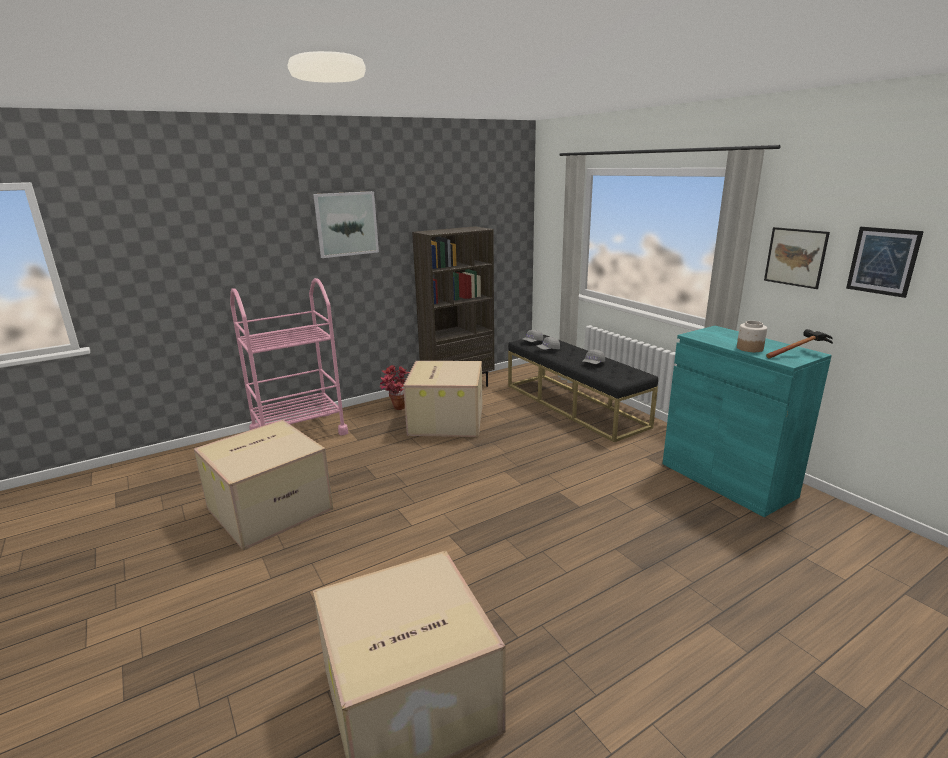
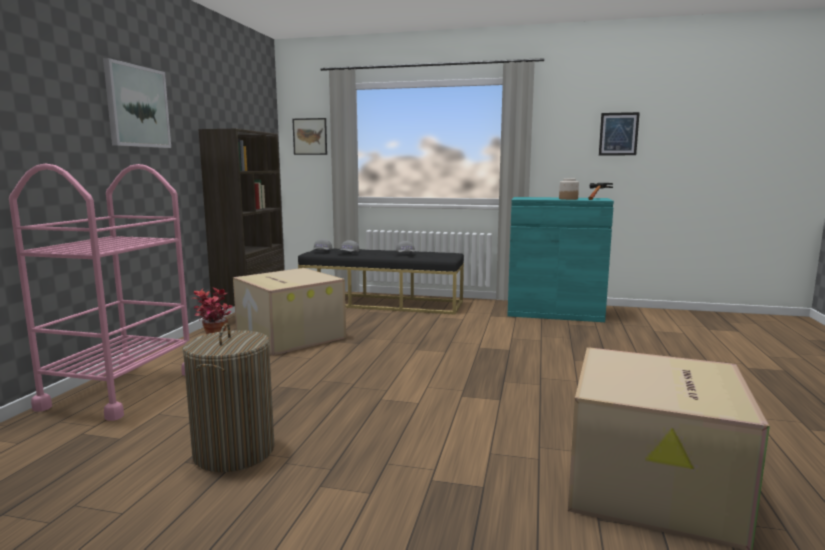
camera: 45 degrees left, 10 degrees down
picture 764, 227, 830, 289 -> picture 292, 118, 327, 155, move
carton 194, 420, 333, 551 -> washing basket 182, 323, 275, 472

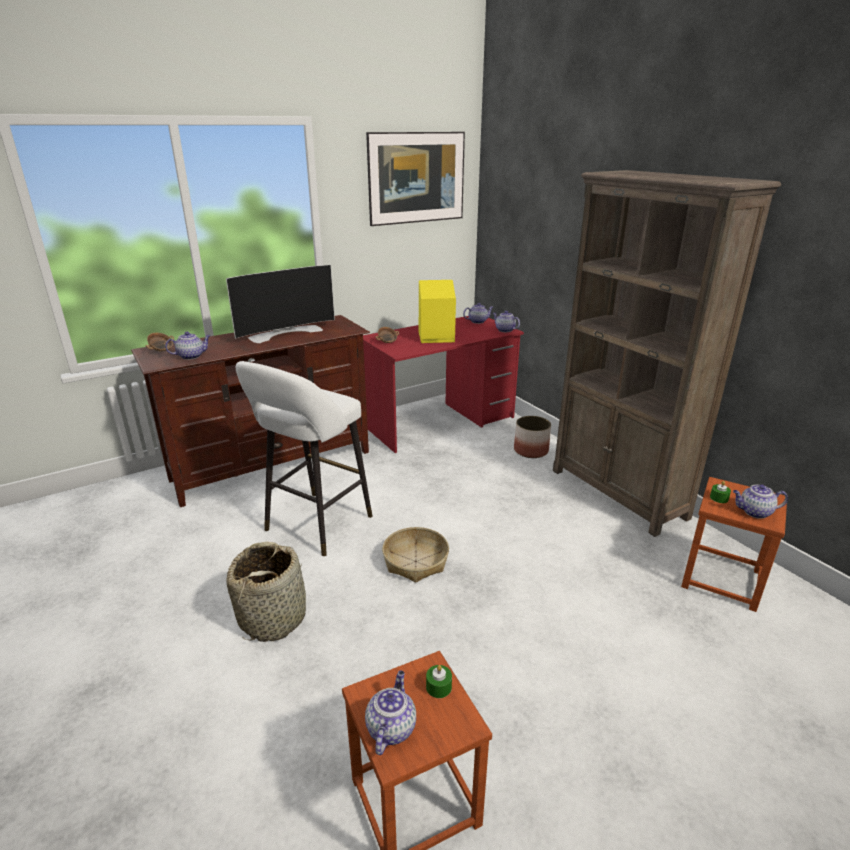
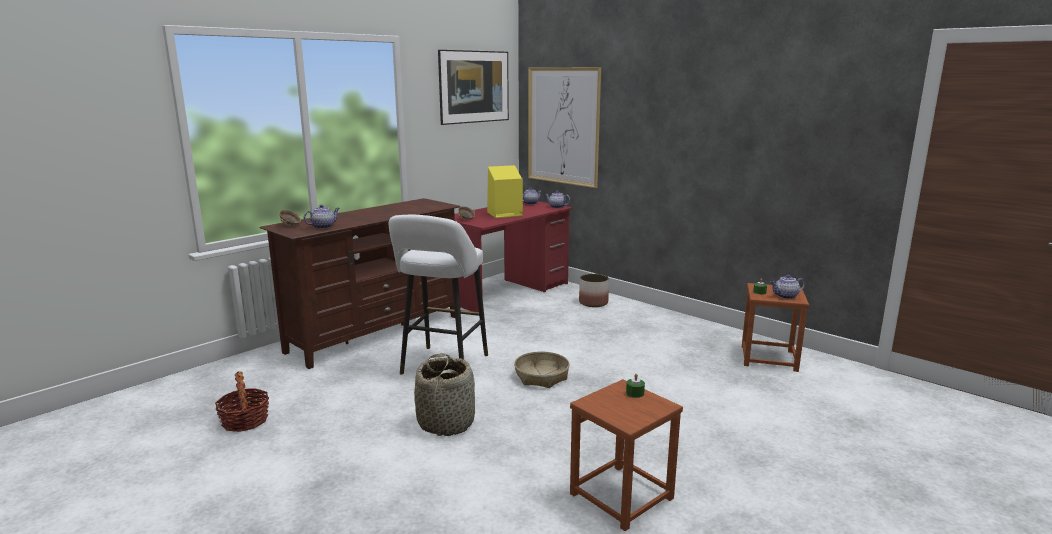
camera: 15 degrees left, 10 degrees down
TV 226, 265, 335, 343 -> none
tea pot 365, 670, 416, 755 -> none
brown-coloured shelving unit 553, 170, 781, 537 -> none
none -> storage basket 215, 371, 269, 432
none -> picture 528, 67, 601, 188

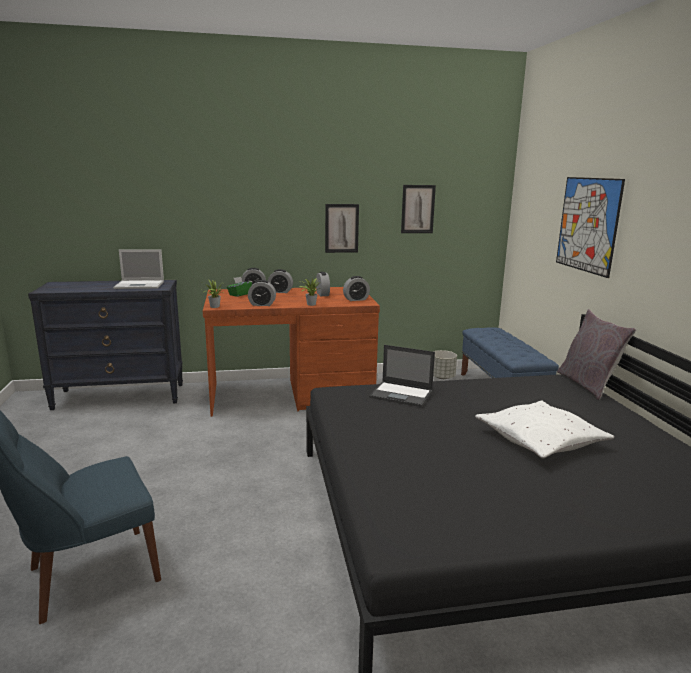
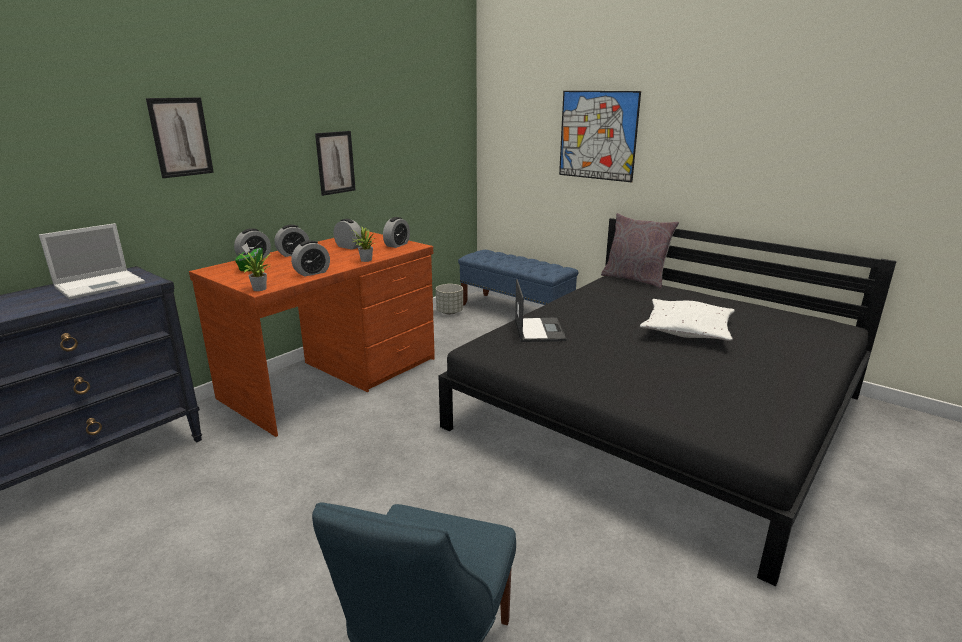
camera: 40 degrees left, 5 degrees up
picture 401, 185, 436, 233 -> picture 146, 97, 214, 178, move
portable computer 369, 345, 435, 407 -> portable computer 515, 279, 567, 342, 75 degrees counterclockwise

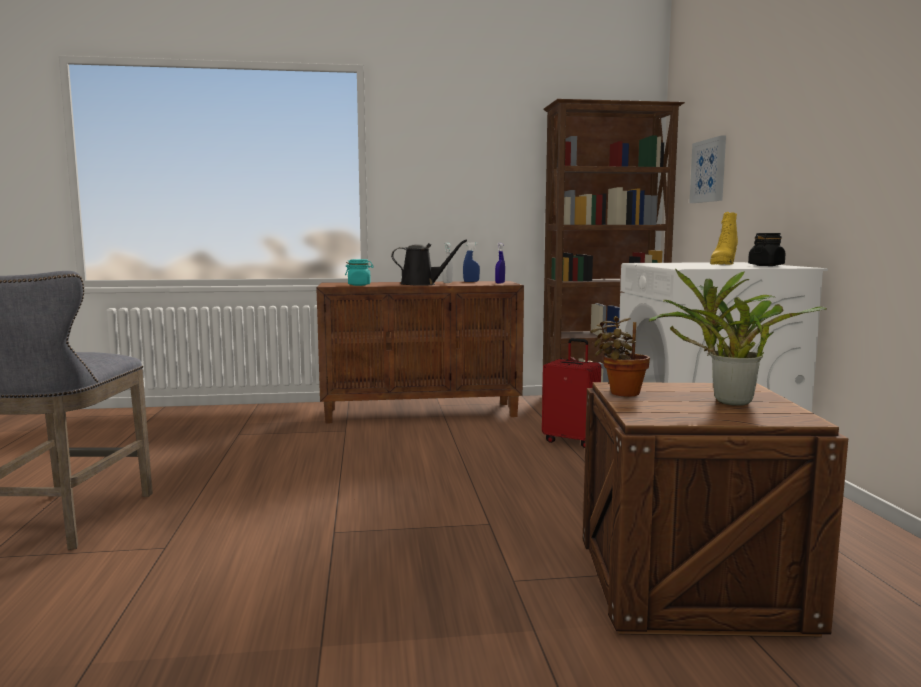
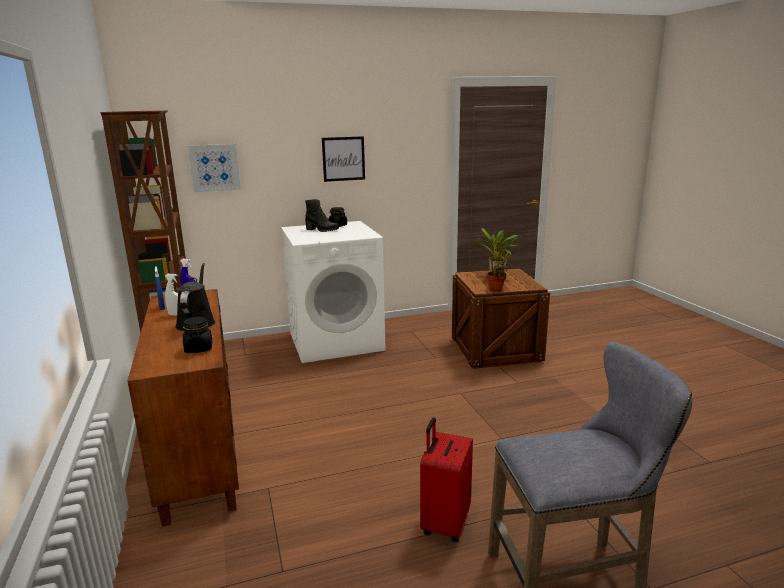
camera: 100 degrees left, 10 degrees up
none -> picture 322, 136, 365, 182
red-coloured suitcase 542, 338, 601, 448 -> red-coloured suitcase 420, 418, 473, 542, move
turquoise jar 345, 259, 374, 286 -> black-coloured jar 183, 317, 212, 353
yellowish tall boot 710, 212, 738, 265 -> black-coloured tall boot 305, 199, 339, 232

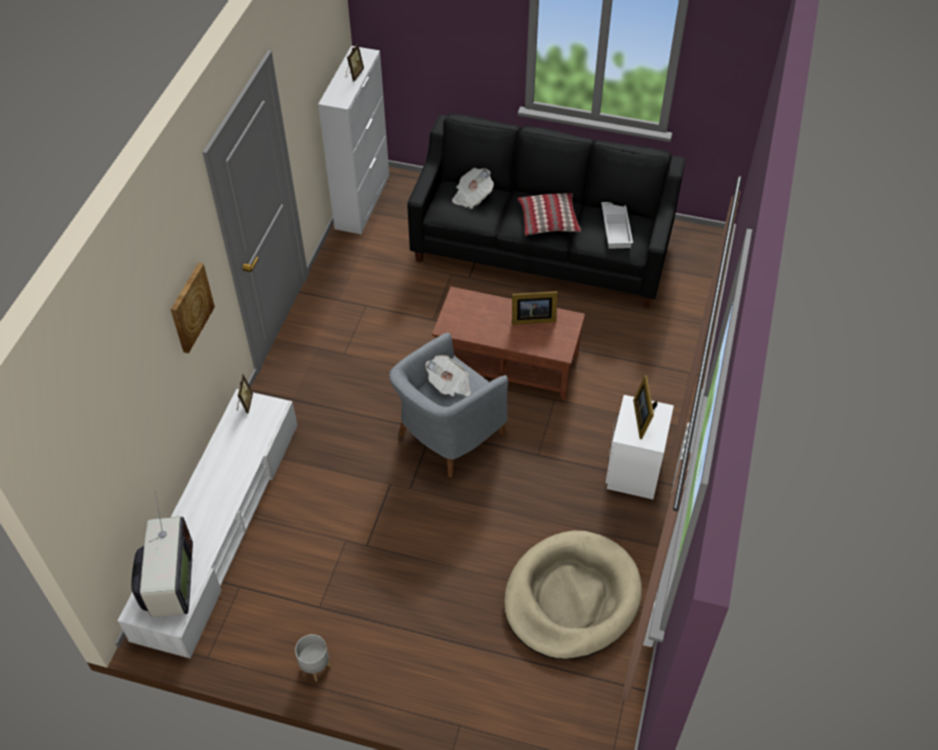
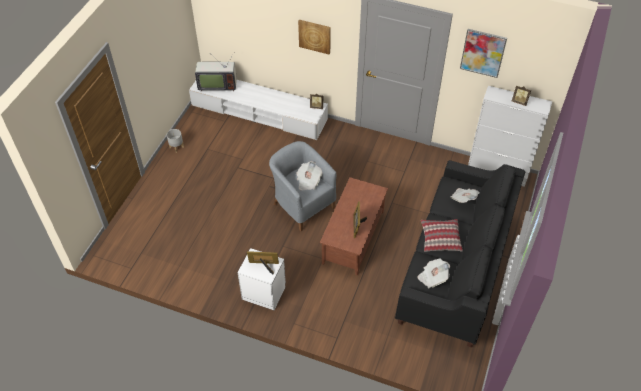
camera: 95 degrees right, 0 degrees up
beige-coloured dog cushion 504, 531, 642, 660 -> none
none -> picture 460, 29, 507, 78
whitish carrying tray 601, 202, 633, 249 -> printed paper 418, 258, 450, 288

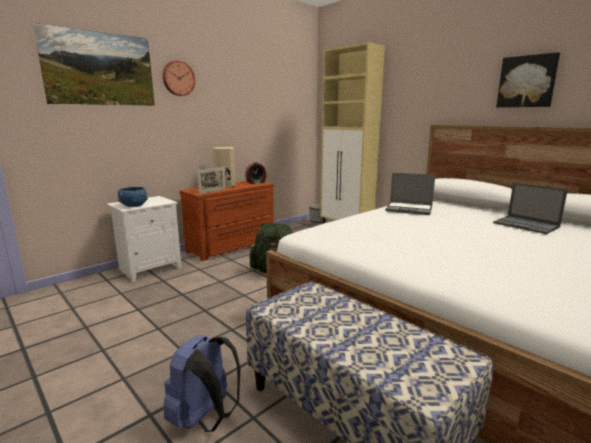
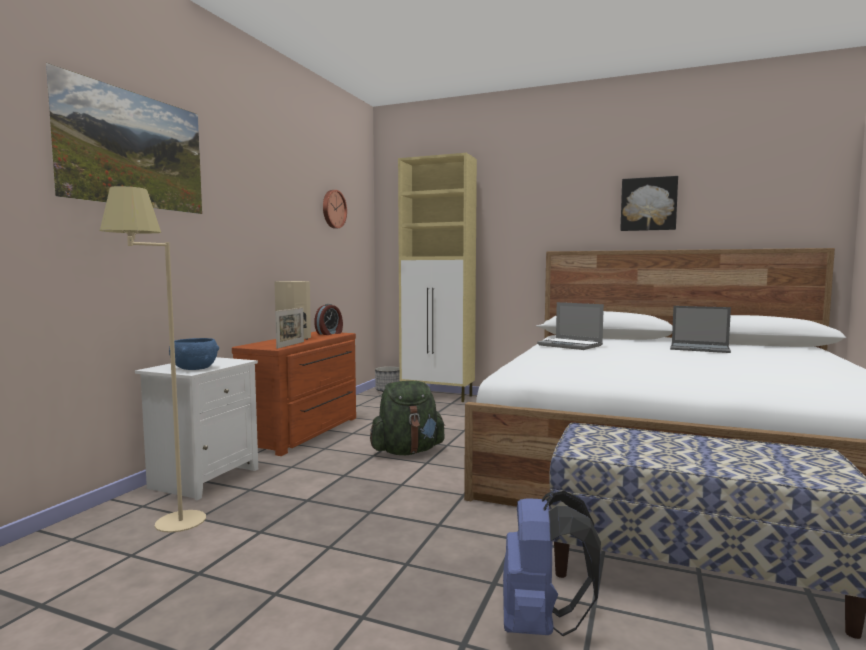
camera: 25 degrees left, 10 degrees down
none -> beige-coloured standing lamp 100, 186, 206, 533
wall clock 163, 60, 195, 96 -> wall clock 323, 190, 347, 229, move
portable computer 386, 173, 435, 215 -> portable computer 537, 302, 604, 350, 45 degrees clockwise

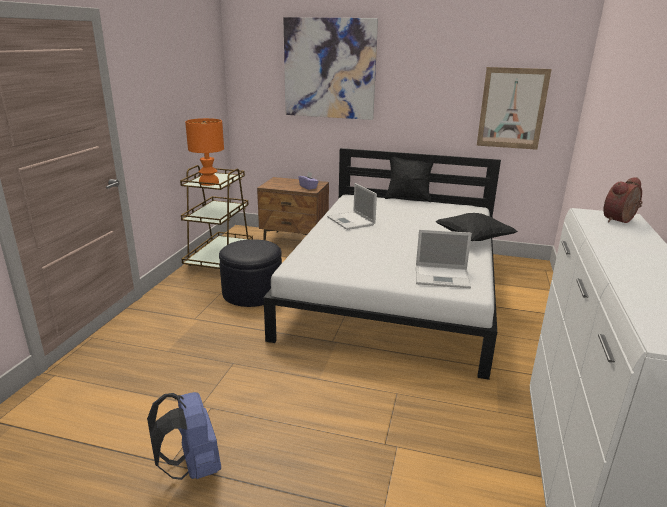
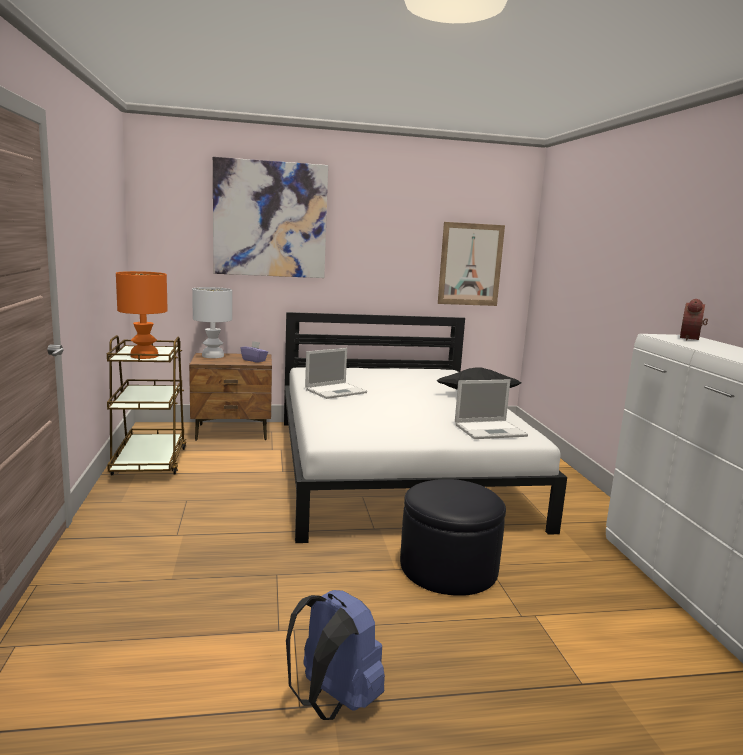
camera: 25 degrees left, 10 degrees down
black-coloured throw pillow 385, 157, 434, 202 -> none
none -> whitish tabletop lamp 192, 287, 232, 358
black-coloured pouffe 219, 239, 282, 307 -> black-coloured pouffe 400, 479, 506, 596, move
portable computer 327, 183, 377, 230 -> portable computer 305, 348, 367, 399, 75 degrees counterclockwise

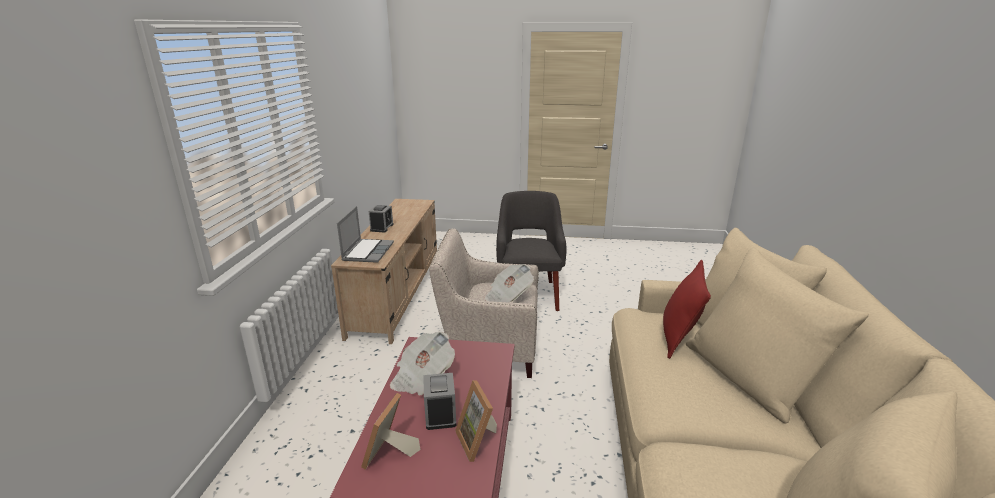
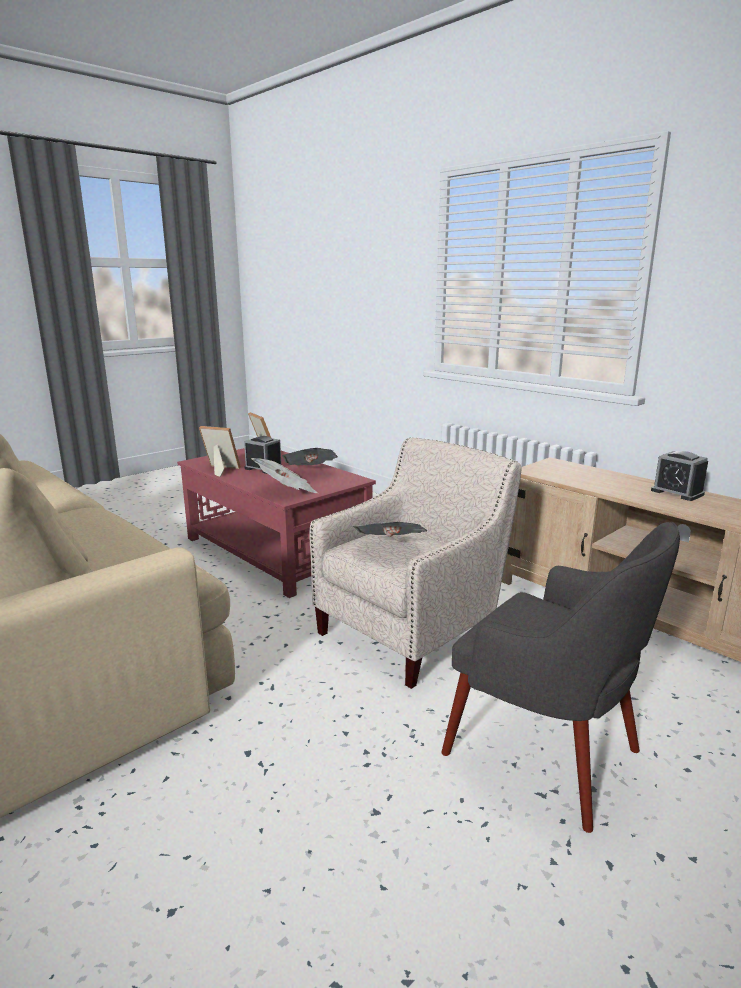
camera: 130 degrees right, 5 degrees down
portable computer 337, 206, 394, 263 -> none
red-coloured throw pillow 663, 260, 711, 359 -> none
none -> printed paper 251, 458, 317, 493

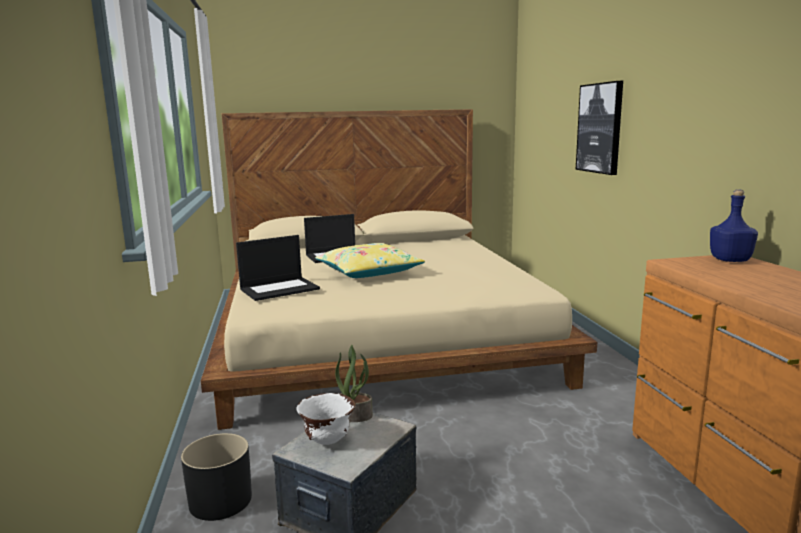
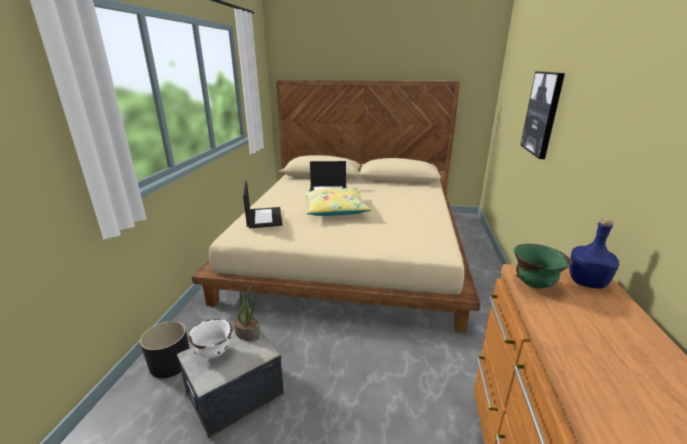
camera: 20 degrees right, 10 degrees up
none -> green-coloured deep dish 514, 244, 572, 289
portable computer 236, 235, 320, 301 -> portable computer 243, 181, 282, 229, 90 degrees counterclockwise

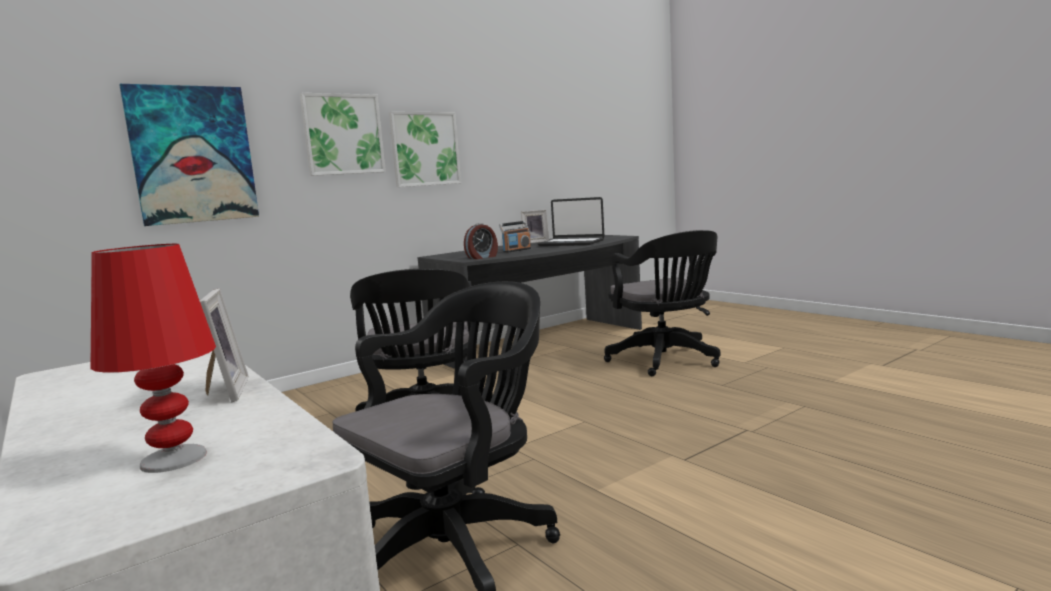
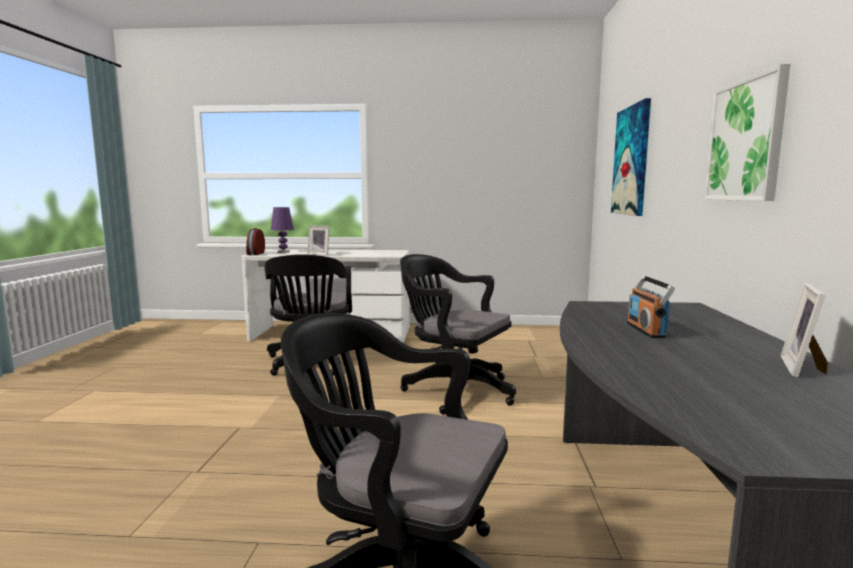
camera: 130 degrees right, 0 degrees up
picture 300, 93, 386, 176 -> none
portable computer 538, 197, 605, 246 -> none
alarm clock 464, 223, 498, 259 -> alarm clock 246, 228, 265, 255, move
red-coloured tabletop lamp 91, 244, 216, 473 -> purple tabletop lamp 271, 207, 294, 253

